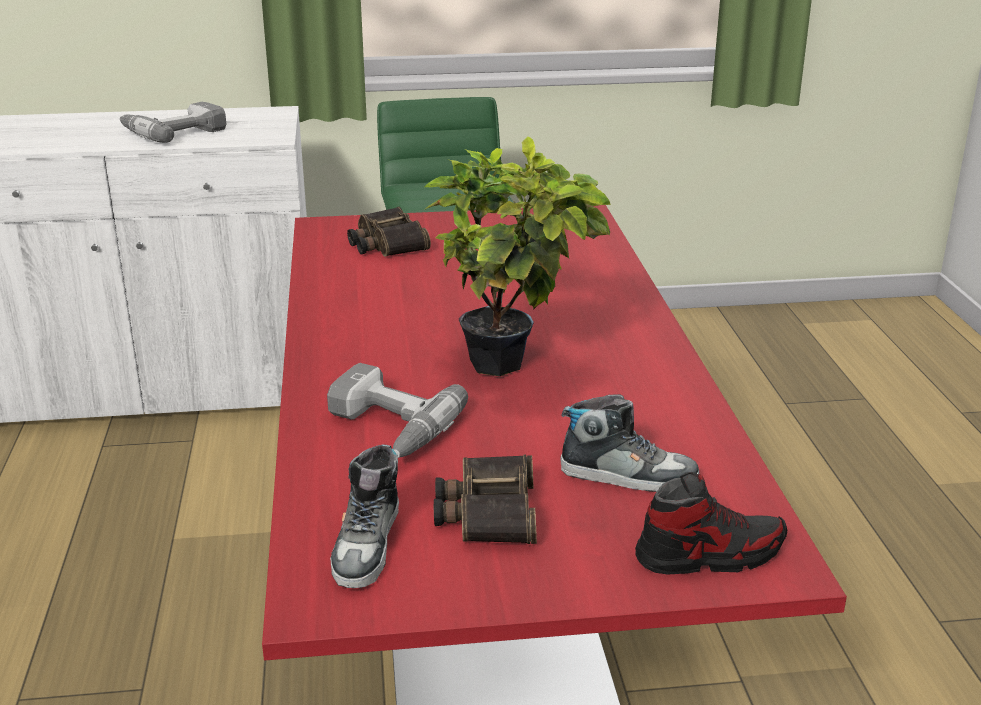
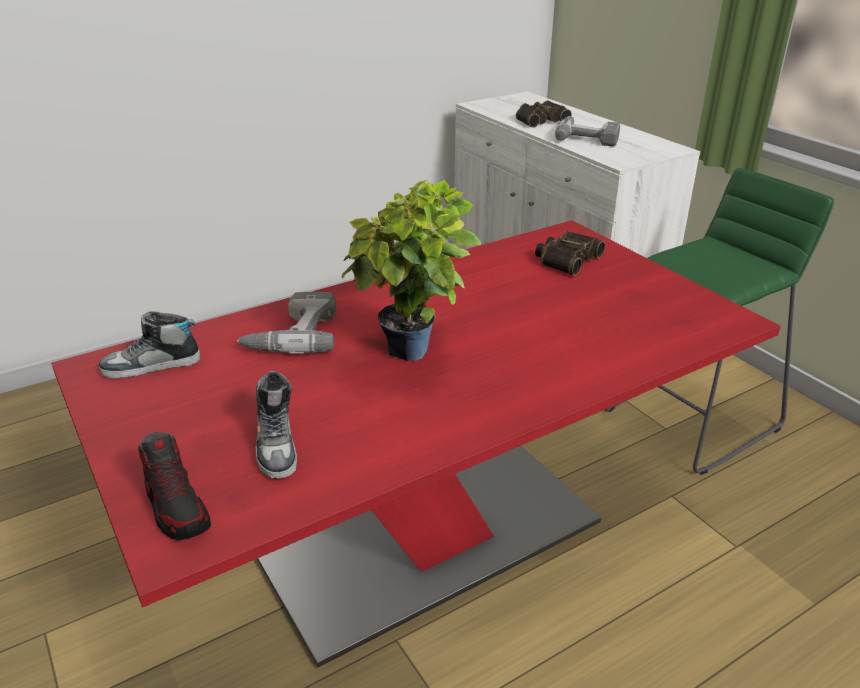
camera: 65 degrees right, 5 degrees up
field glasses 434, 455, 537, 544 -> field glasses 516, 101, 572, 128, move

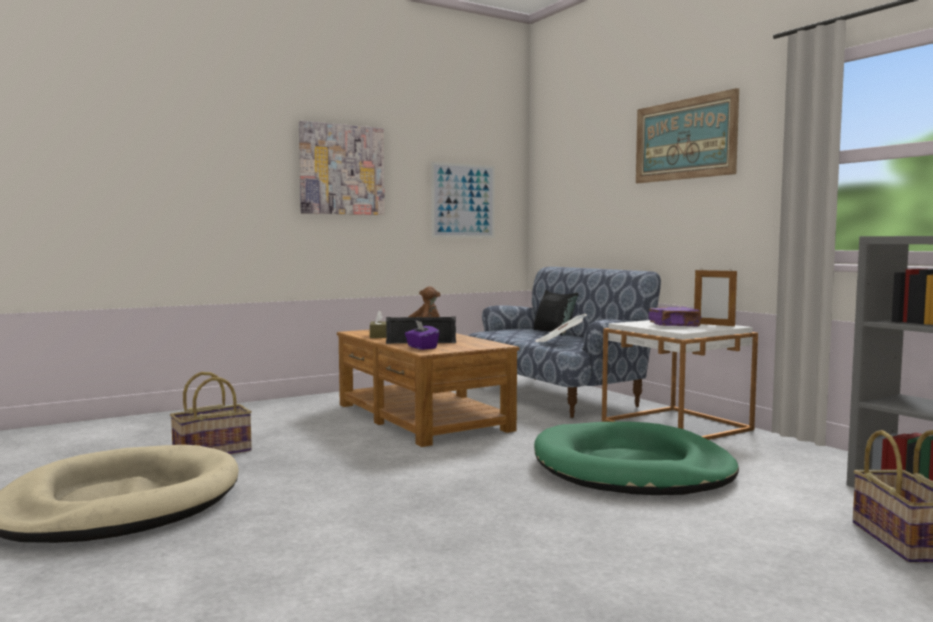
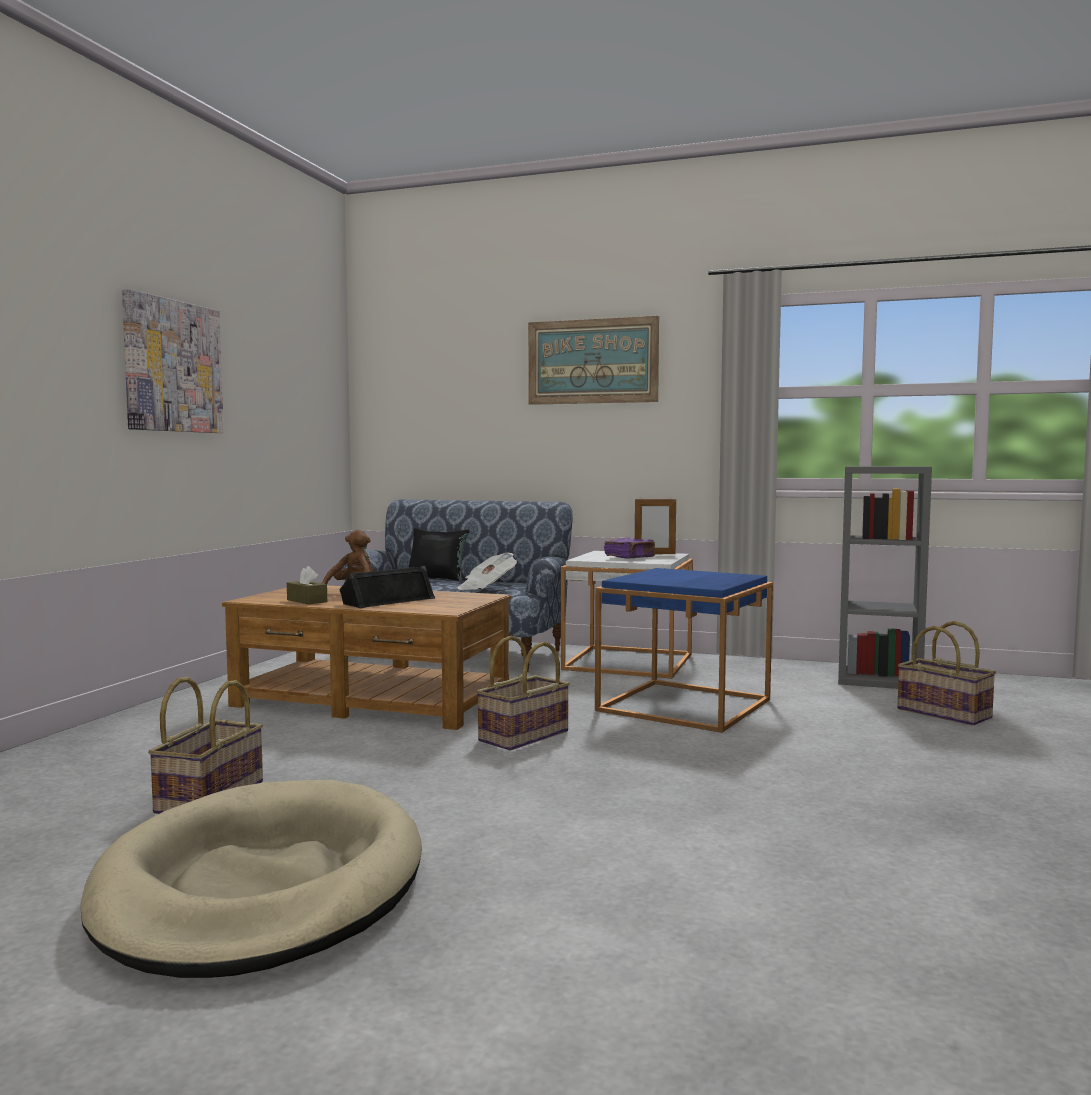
camera: 40 degrees left, 0 degrees up
purple tissue holder 405, 320, 439, 350 -> none
picture 431, 162, 495, 238 -> none
none -> storage basket 476, 636, 570, 750
green-coloured dog cushion 534, 421, 739, 495 -> blue-coloured end table 595, 568, 773, 733

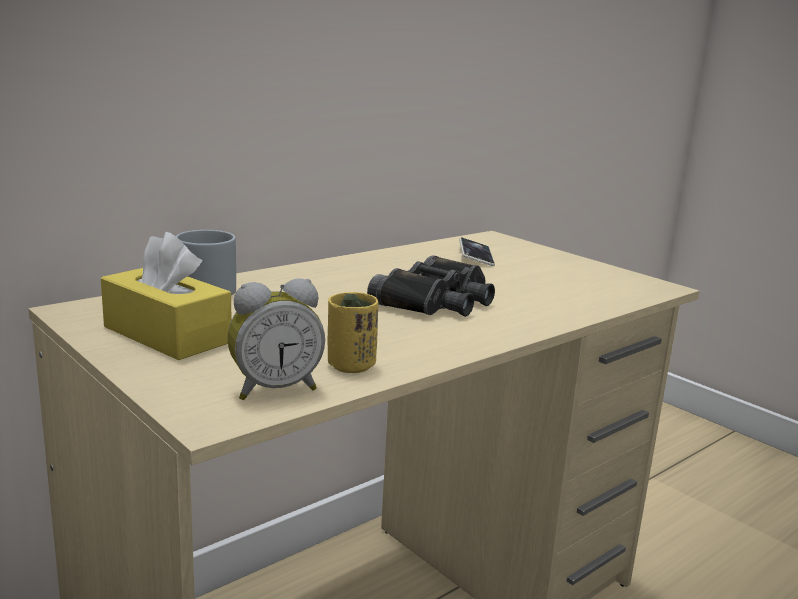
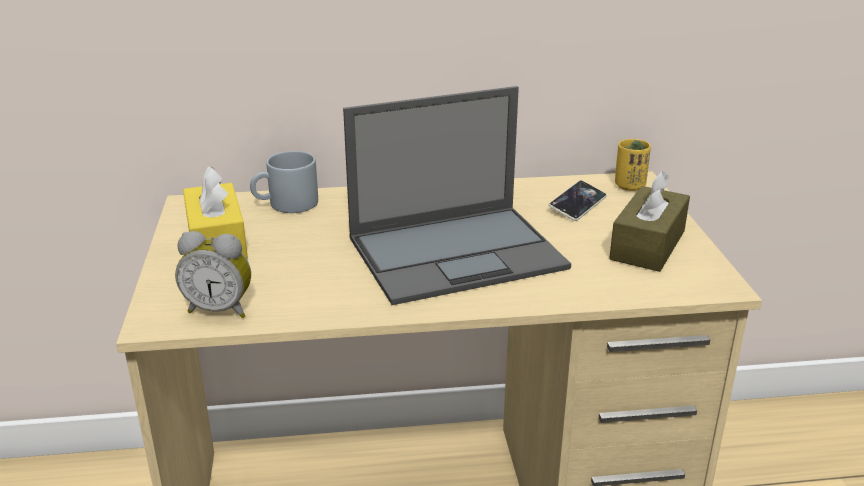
camera: 35 degrees right, 10 degrees up
none -> brown-coloured tissue holder 609, 171, 690, 272
yellowish drinking cup 328, 292, 378, 373 -> yellowish drinking cup 615, 139, 651, 191, move
black-coloured field glasses 367, 255, 495, 317 -> portable computer 343, 86, 571, 305

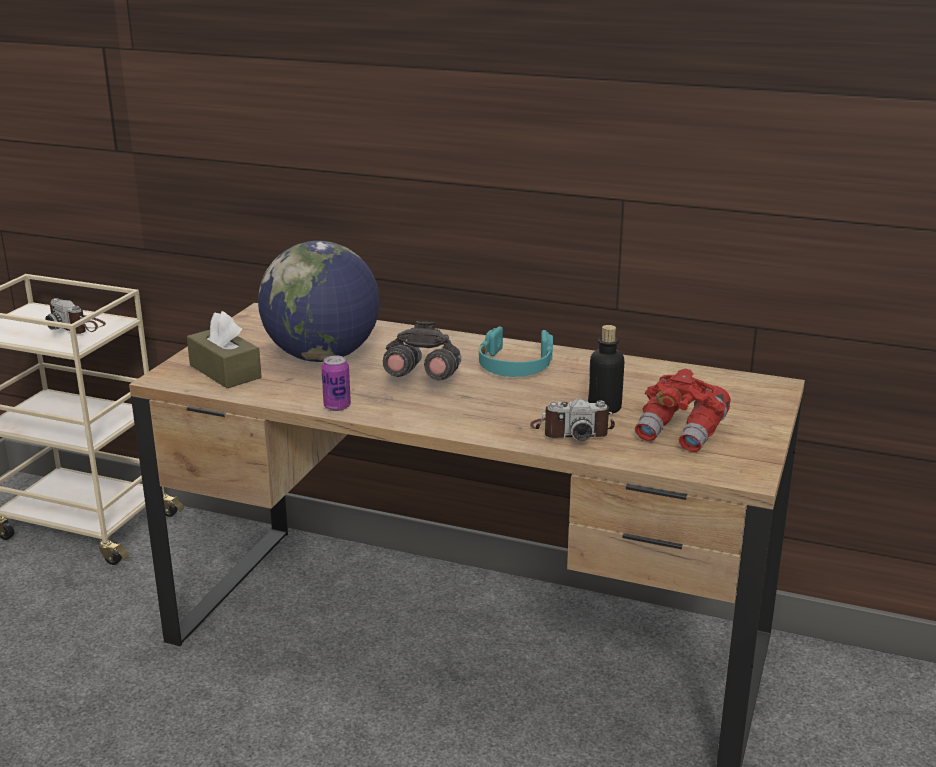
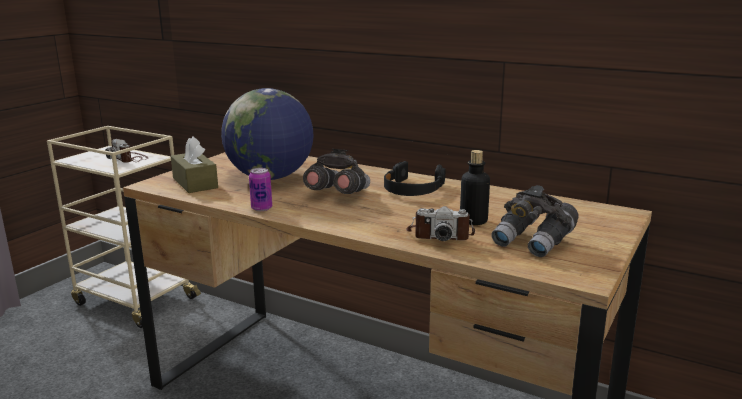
camera: 10 degrees right, 5 degrees down
turquoise pair of headphones 479, 326, 553, 377 -> black-coloured pair of headphones 384, 161, 445, 196
red-coloured field glasses 635, 369, 731, 453 -> grey field glasses 491, 185, 579, 257

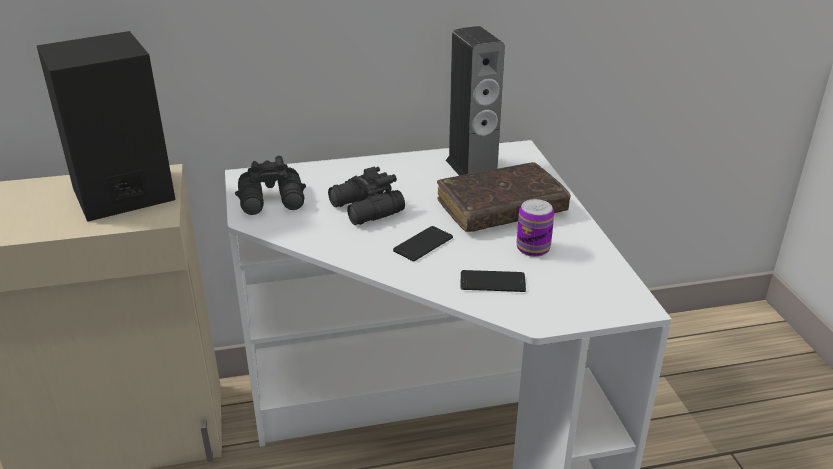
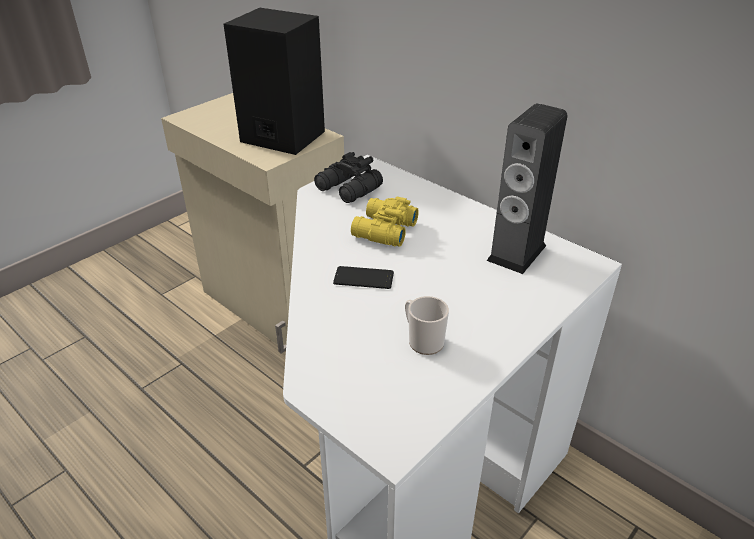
camera: 55 degrees right, 5 degrees up
brown-coloured bound book 437, 162, 571, 232 -> none
phone 460, 270, 526, 292 -> none
metal can 517, 199, 554, 257 -> coffee mug 405, 296, 449, 355
black-coloured field glasses 328, 167, 405, 225 -> yellowish field glasses 351, 196, 419, 247

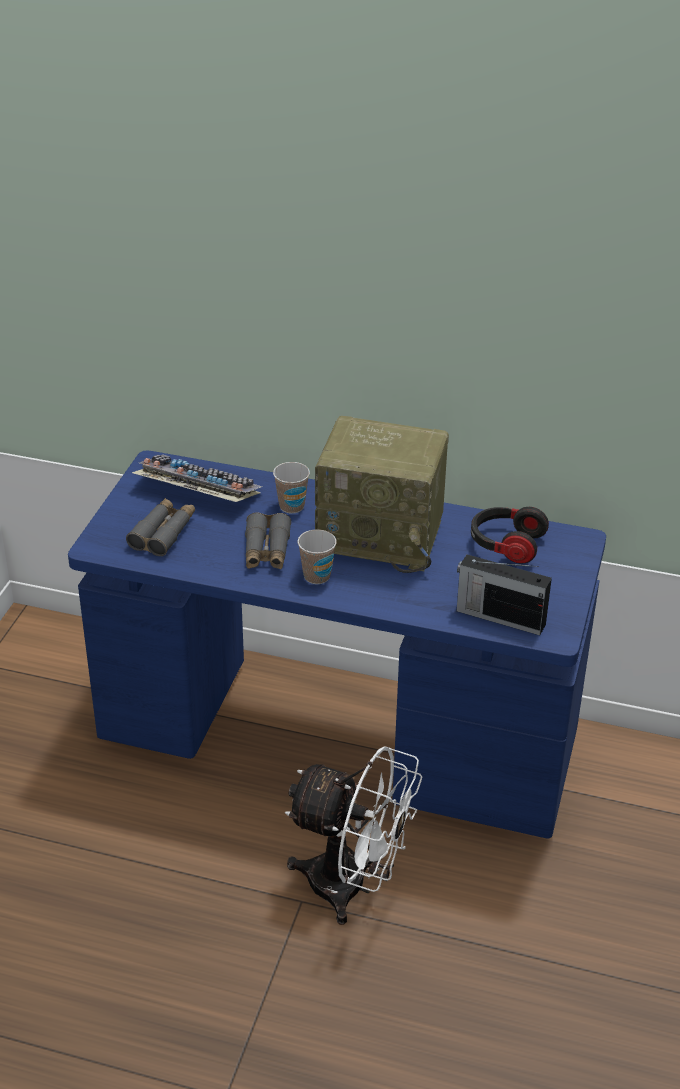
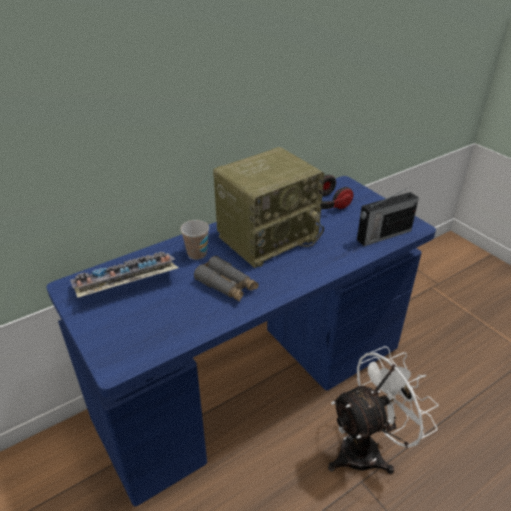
camera: 50 degrees left, 0 degrees up
grey field glasses 126, 498, 195, 556 -> none
drinking cup 298, 529, 337, 584 -> none

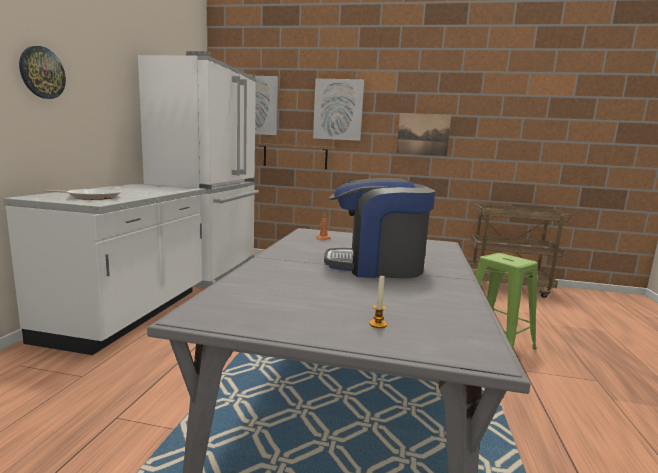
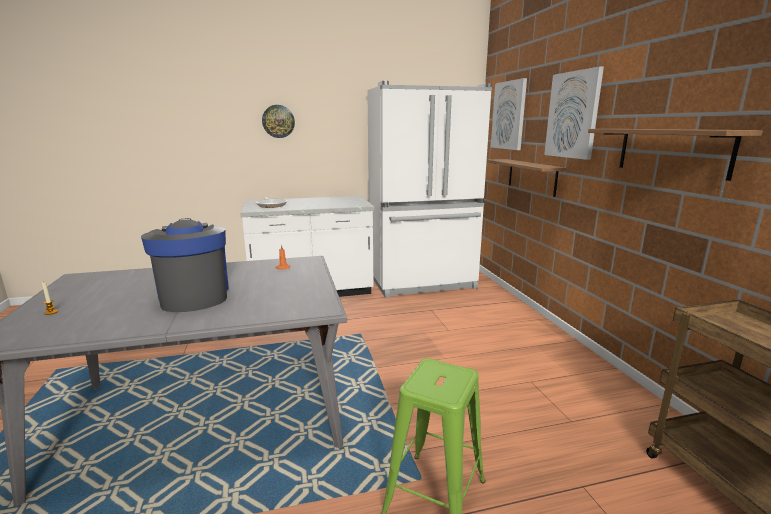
camera: 65 degrees right, 5 degrees up
picture 396, 113, 451, 156 -> shelf 588, 129, 763, 181

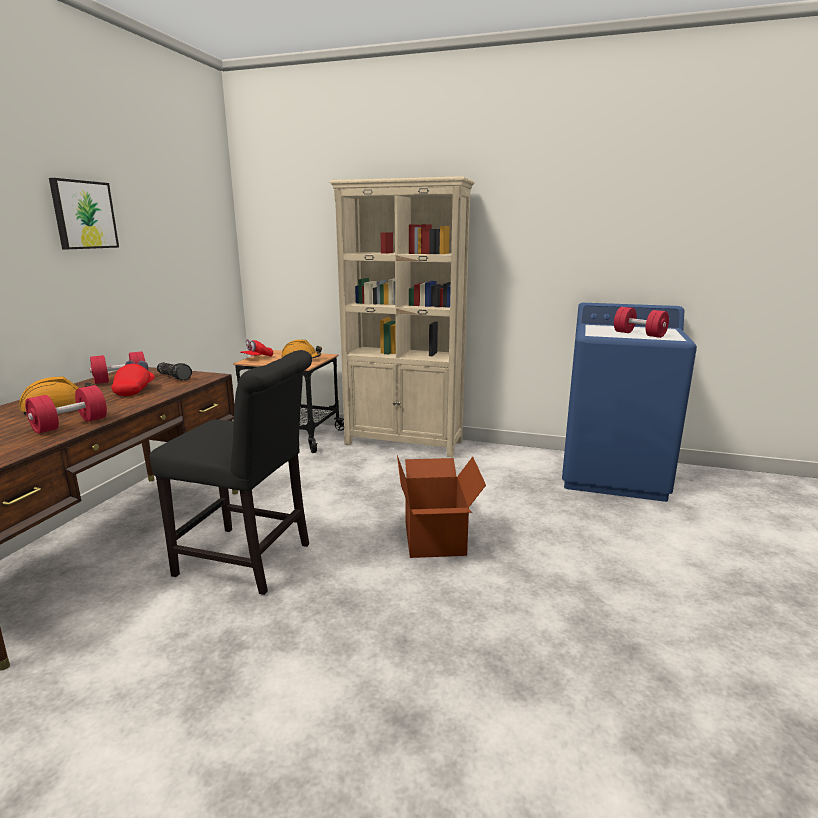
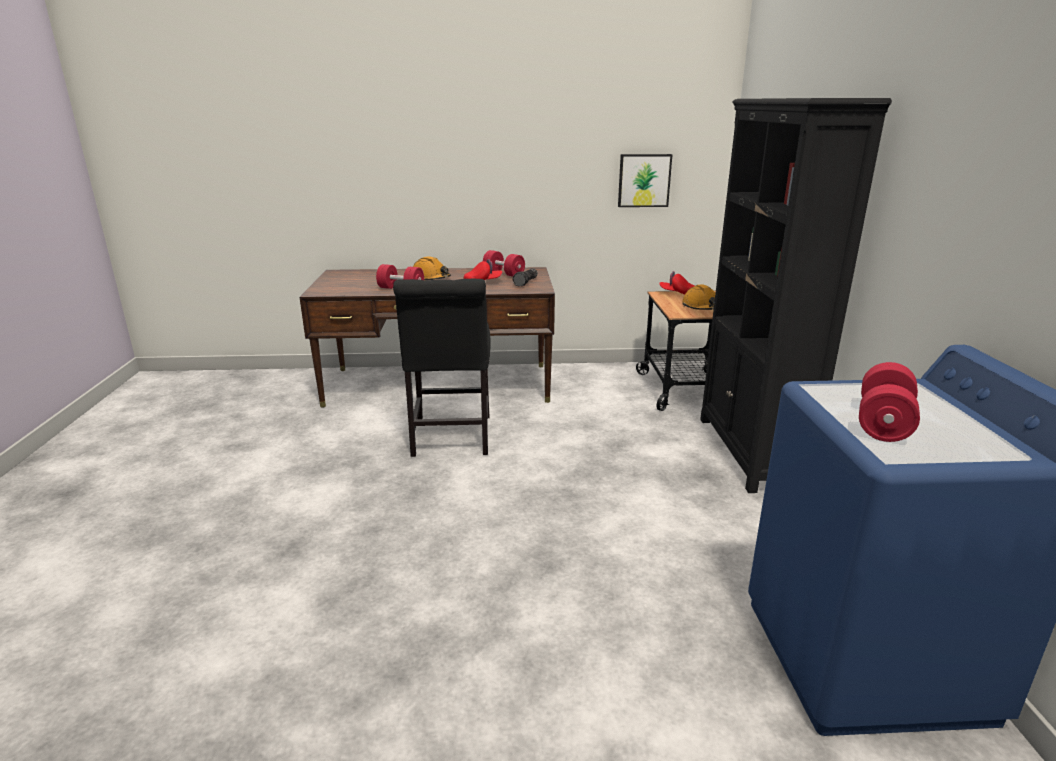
camera: 70 degrees right, 5 degrees up
carton 397, 455, 486, 558 -> none
picture 49, 178, 119, 249 -> picture 618, 154, 672, 207, move
beige-coloured shelving unit 329, 176, 475, 457 -> black-coloured shelving unit 700, 98, 892, 493

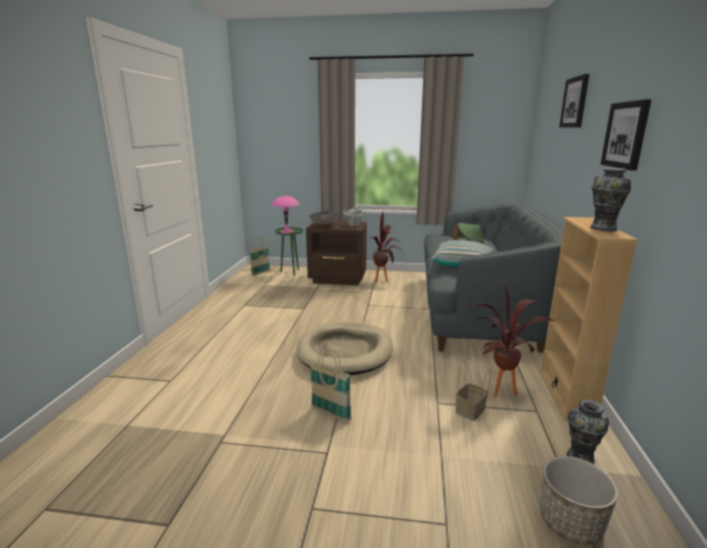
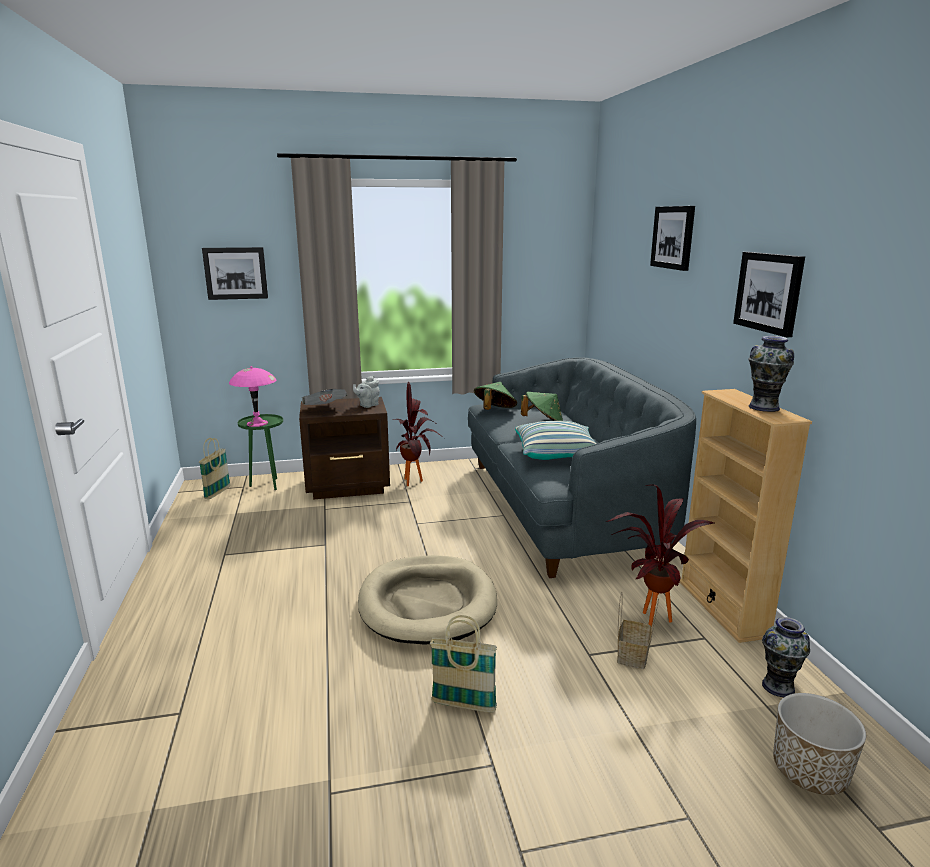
camera: 20 degrees left, 0 degrees up
none -> picture 202, 247, 268, 300
none -> green-coloured hat 474, 382, 517, 410

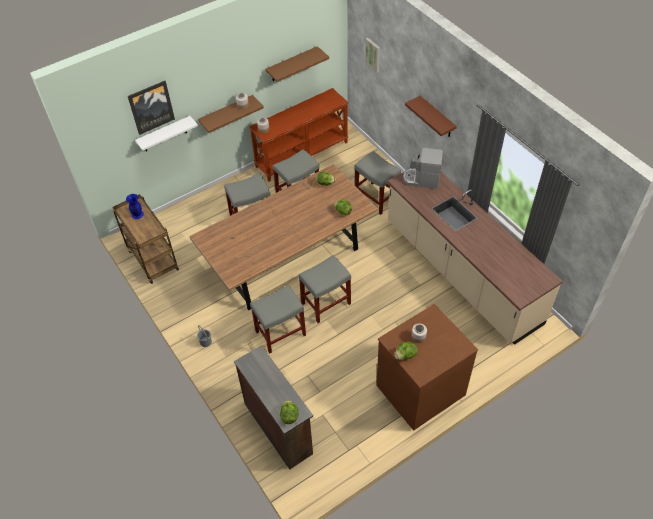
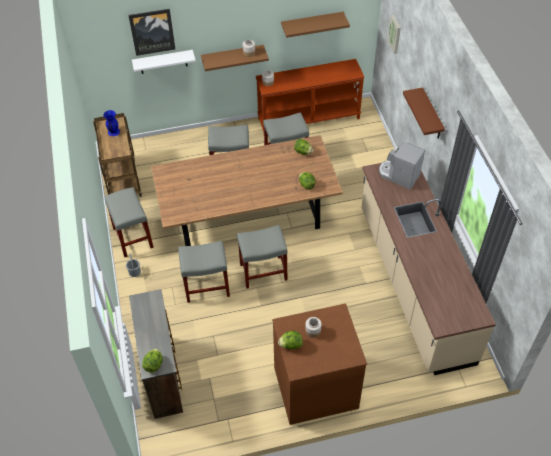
camera: 20 degrees right, 0 degrees up
grey stool seat 354, 151, 401, 215 -> grey stool seat 104, 187, 154, 257, move

